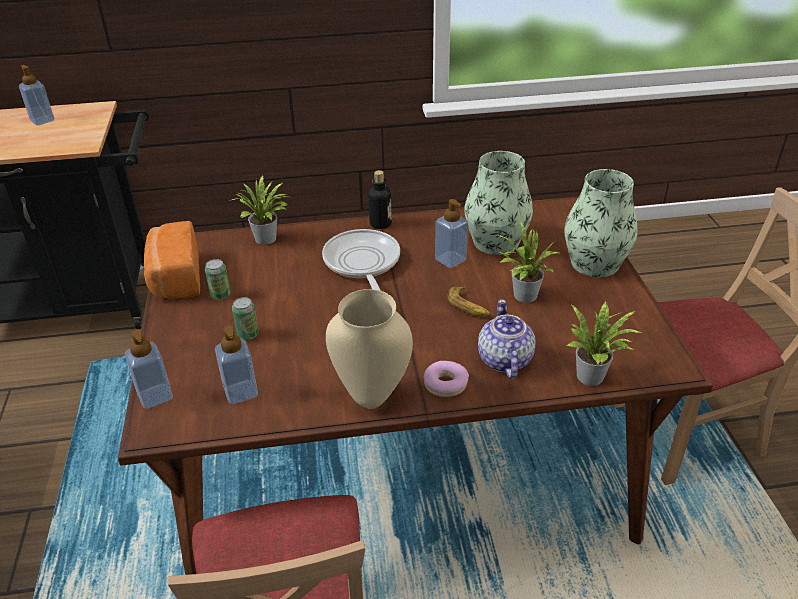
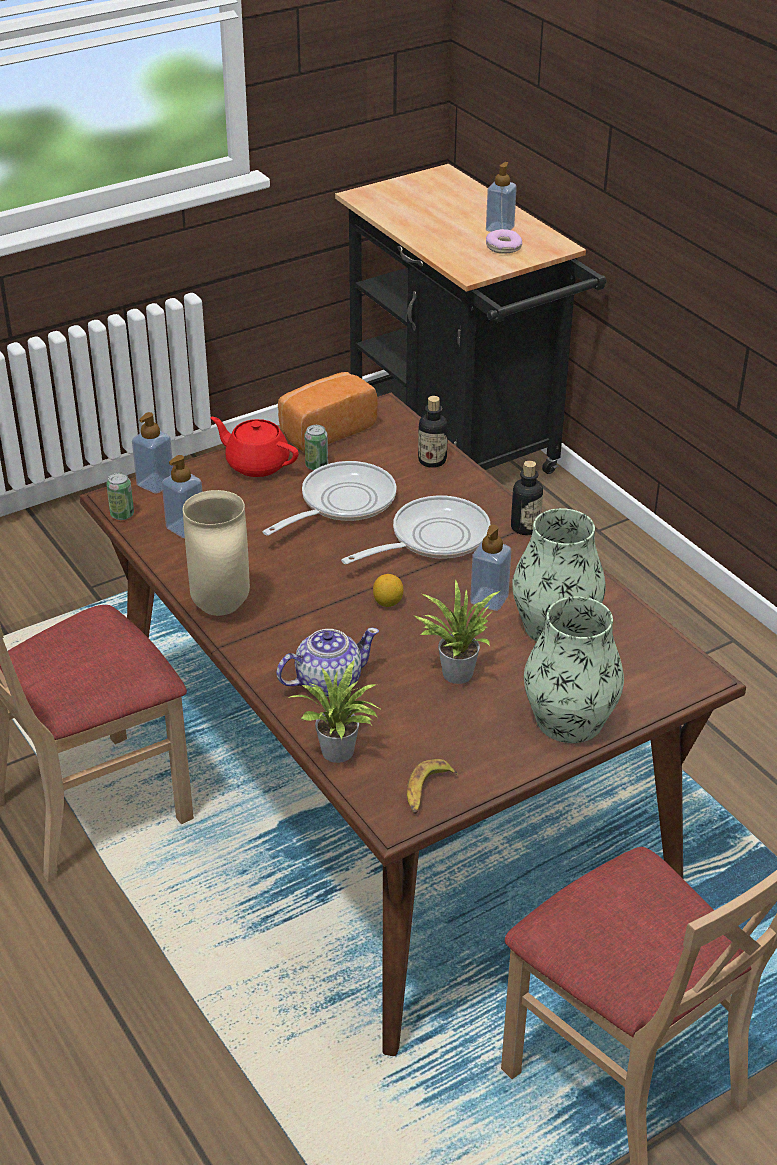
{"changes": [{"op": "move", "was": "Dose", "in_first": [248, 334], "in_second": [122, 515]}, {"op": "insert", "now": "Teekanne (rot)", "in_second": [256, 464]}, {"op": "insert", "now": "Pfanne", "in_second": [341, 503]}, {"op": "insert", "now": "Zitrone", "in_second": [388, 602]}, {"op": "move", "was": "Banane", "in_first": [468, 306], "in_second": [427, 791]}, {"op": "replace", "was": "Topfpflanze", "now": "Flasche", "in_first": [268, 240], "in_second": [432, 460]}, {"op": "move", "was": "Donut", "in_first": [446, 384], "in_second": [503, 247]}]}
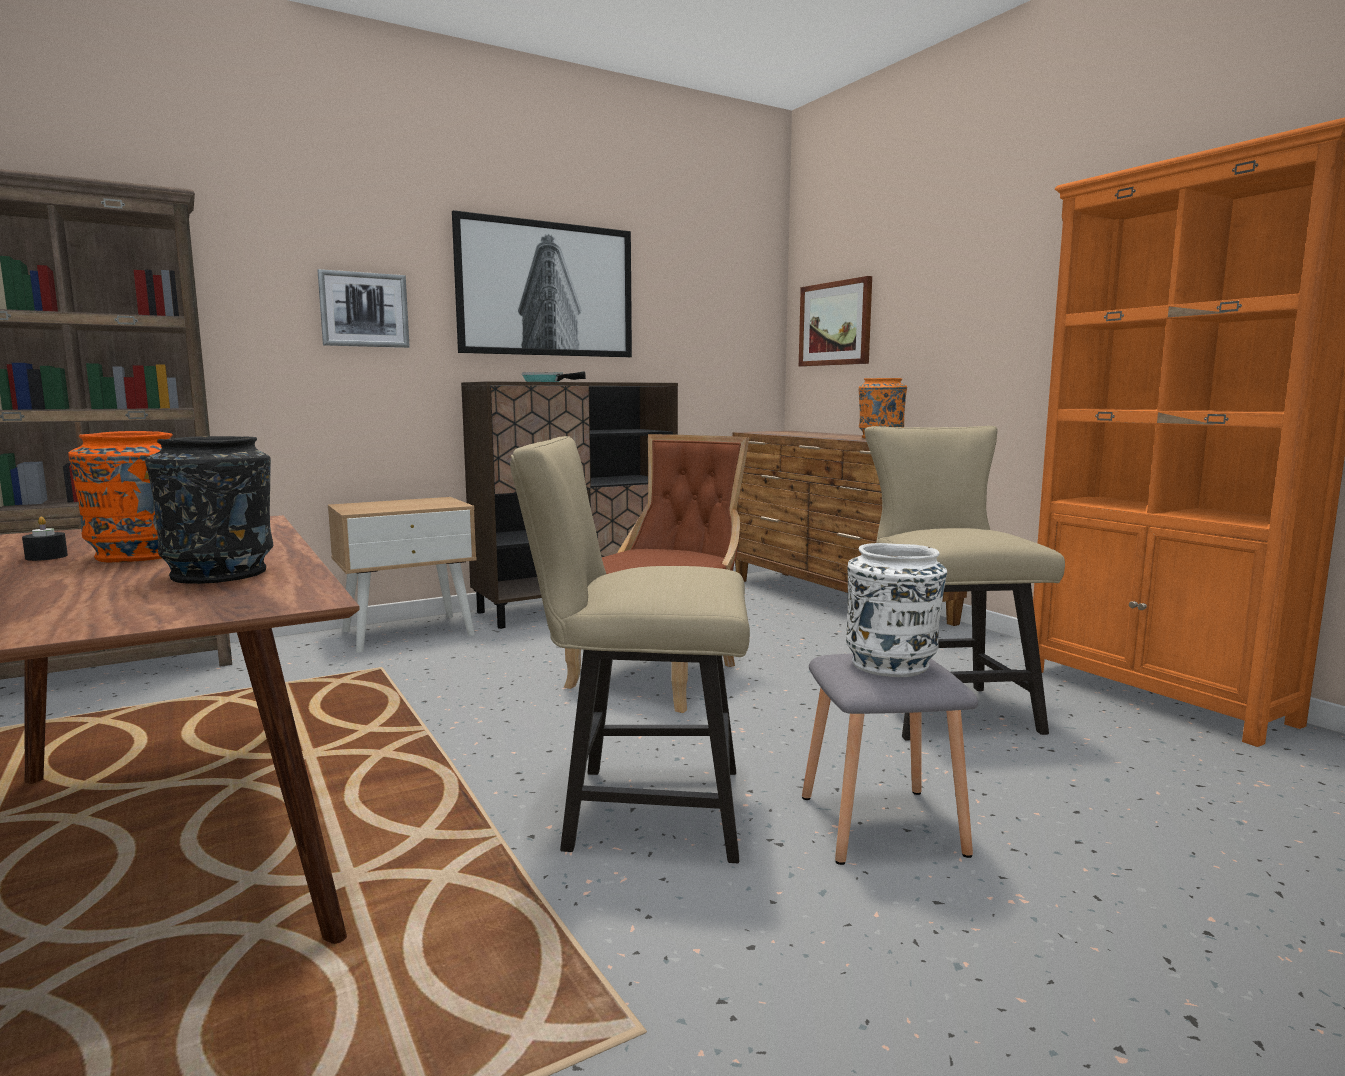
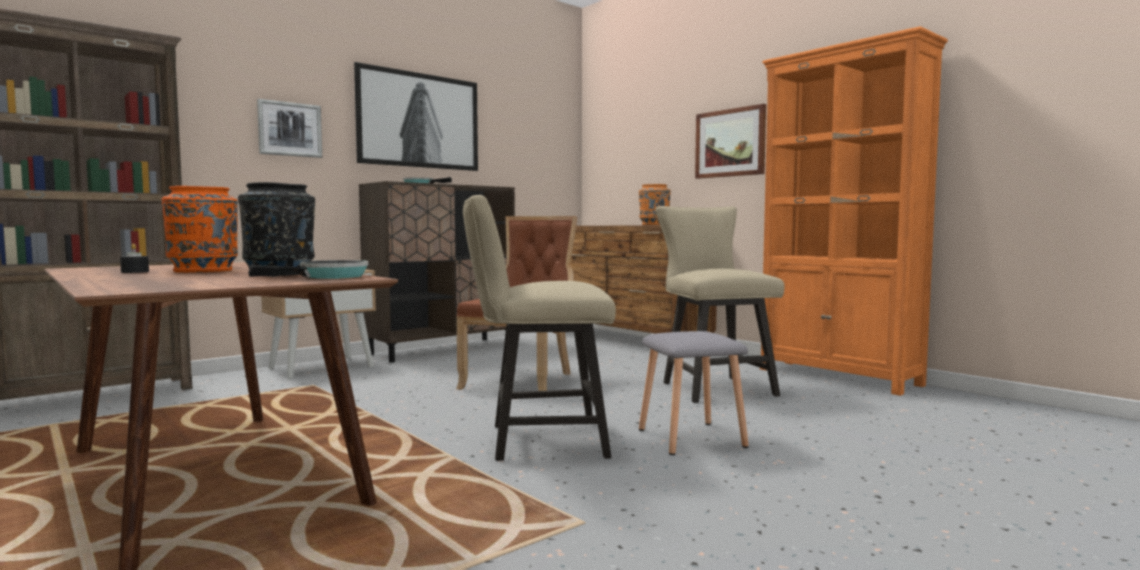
{"changes": [{"op": "insert", "now": "Pfanne", "in_second": [329, 277]}, {"op": "move", "was": "Bild", "in_first": [835, 324], "in_second": [730, 143]}, {"op": "delete", "was": "Vase (weiß)", "in_first": [892, 665]}]}
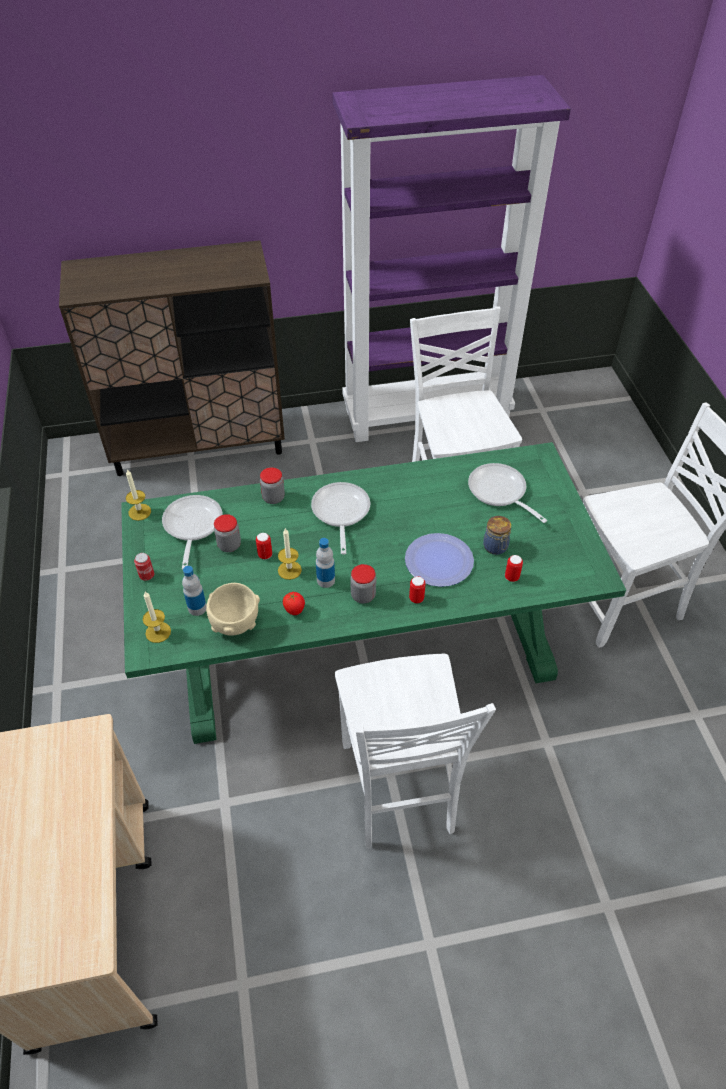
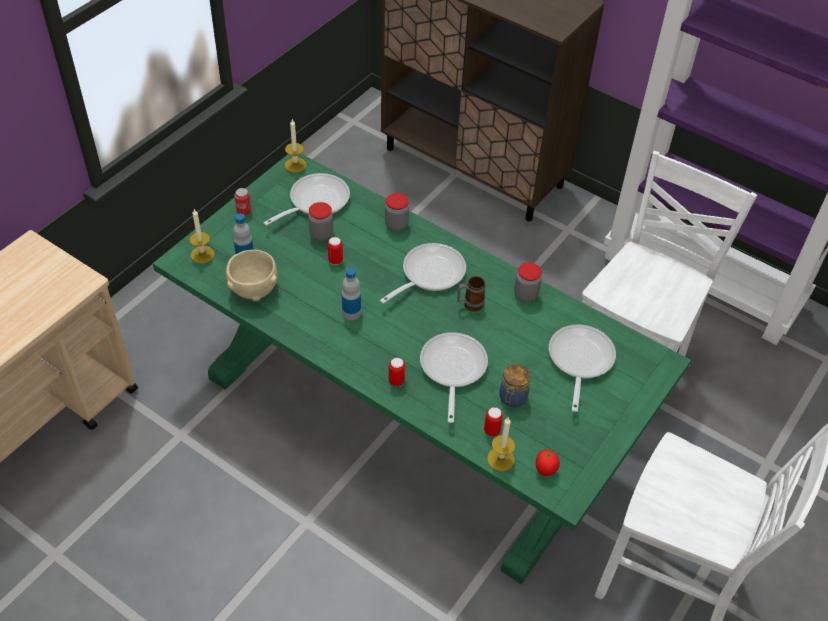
{"changes": [{"op": "replace", "was": "Teller", "now": "Pfanne", "in_first": [439, 561], "in_second": [452, 370]}, {"op": "insert", "now": "Henkelbecher", "in_second": [469, 305]}, {"op": "move", "was": "Kerze", "in_first": [289, 570], "in_second": [500, 459]}, {"op": "move", "was": "Vorratsglas", "in_first": [363, 595], "in_second": [525, 295]}, {"op": "move", "was": "Tomate", "in_first": [294, 610], "in_second": [545, 470]}, {"op": "delete", "was": "Stuhl (weiß)", "in_first": [399, 789]}]}
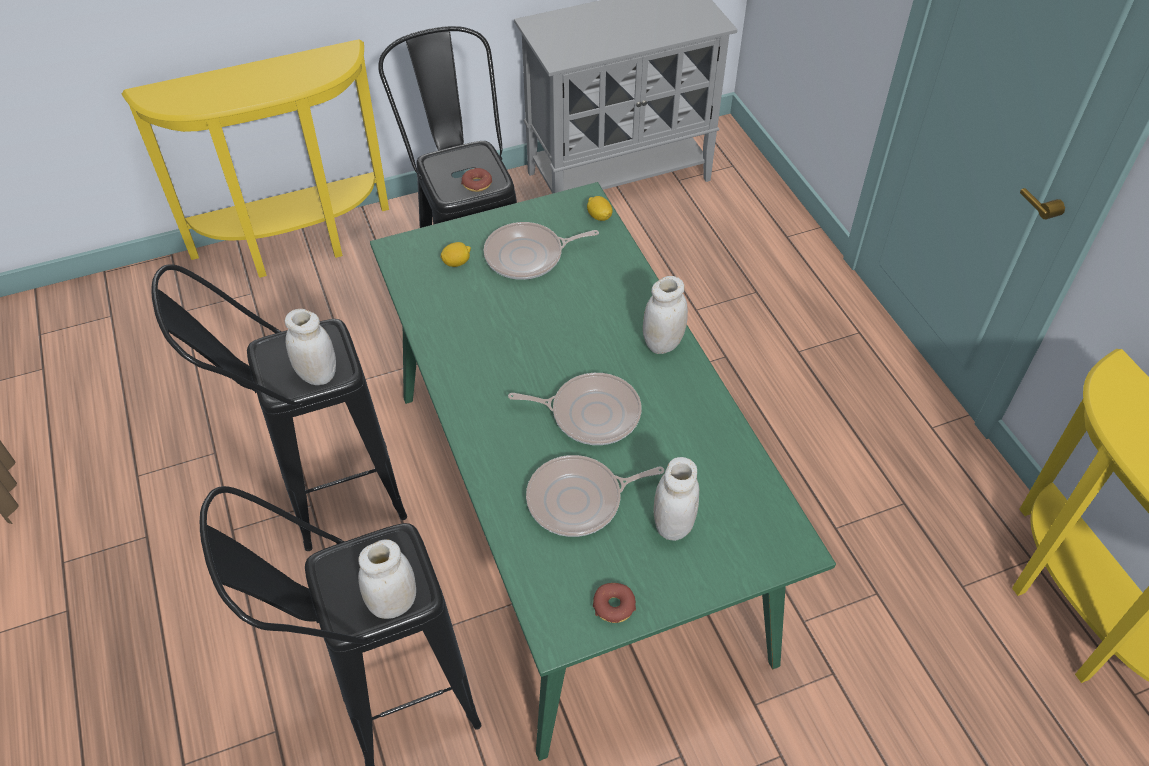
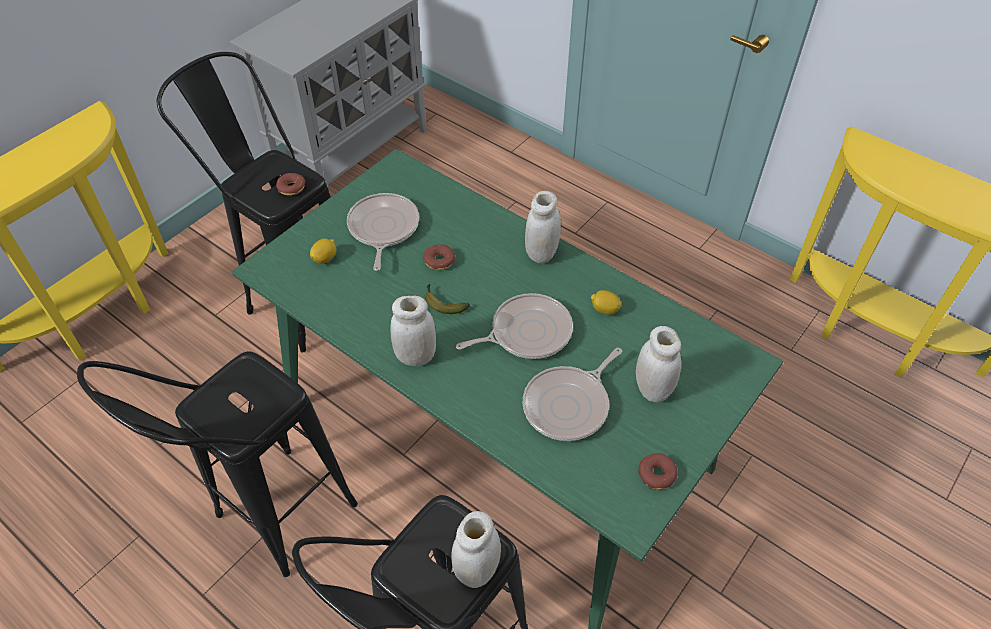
{"changes": [{"op": "rotate", "was": "Pfanne", "in_first": [528, 256], "in_second": [383, 229], "clockwise": 135}, {"op": "move", "was": "Vorratsglas (weiß)", "in_first": [317, 375], "in_second": [415, 356]}, {"op": "insert", "now": "Donut", "in_second": [439, 261]}, {"op": "insert", "now": "Banane", "in_second": [442, 303]}, {"op": "move", "was": "Zitrone", "in_first": [599, 216], "in_second": [604, 309]}]}
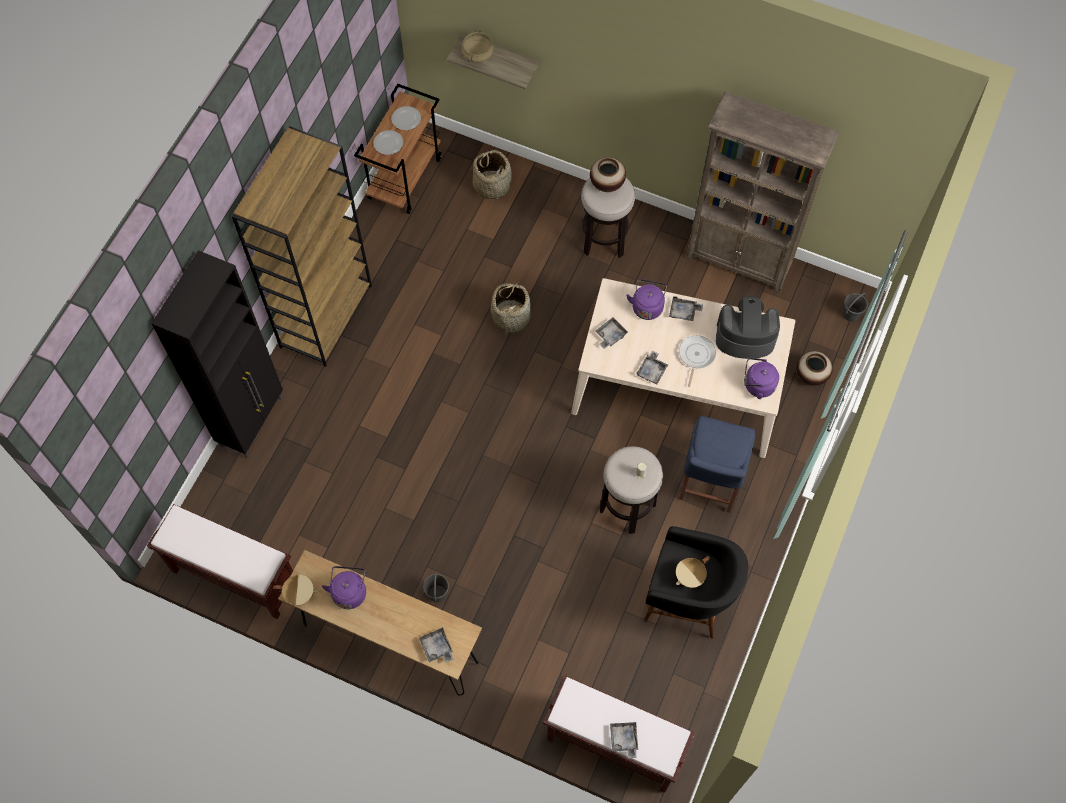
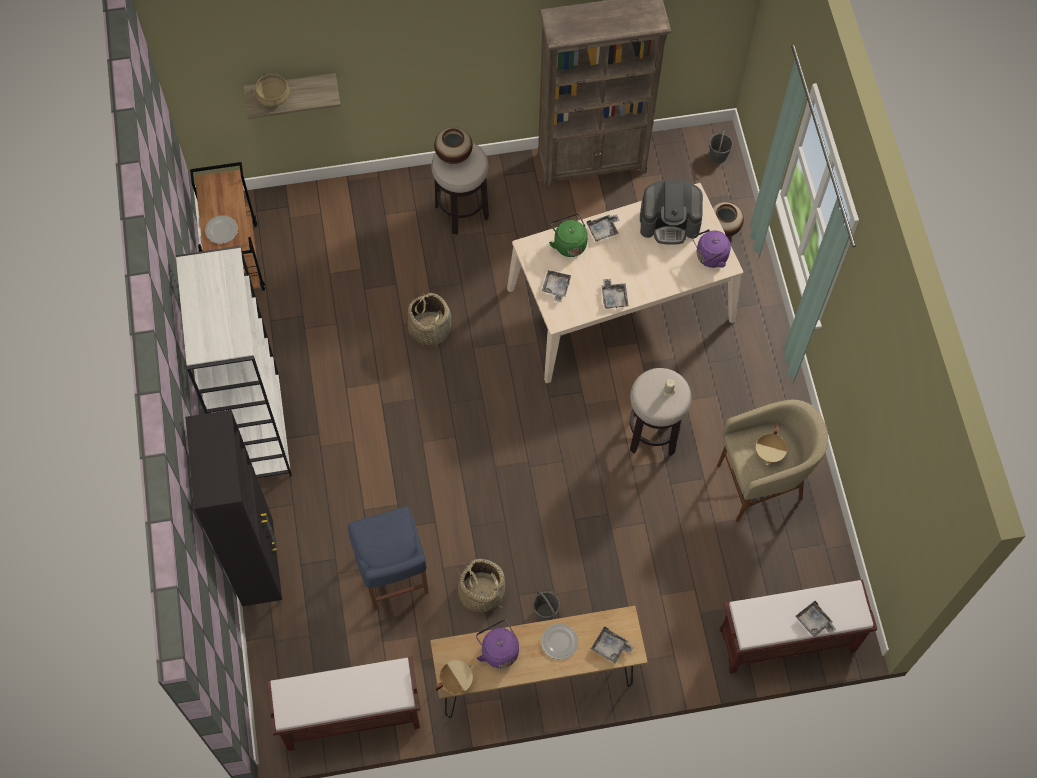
{"changes": [{"op": "recolor", "was": "Bücherregal (braun)", "now": "Bücherregal (weiß)", "in_first": [326, 315], "in_second": [256, 429]}, {"op": "move", "was": "Stuhl (blau)", "in_first": [709, 484], "in_second": [393, 578]}, {"op": "move", "was": "Korb", "in_first": [492, 185], "in_second": [481, 592]}, {"op": "move", "was": "Teller", "in_first": [406, 119], "in_second": [559, 641]}, {"op": "recolor", "was": "Wasserkessel (lila)", "now": "Wasserkessel (grün)", "in_first": [647, 306], "in_second": [568, 243]}, {"op": "rotate", "was": "Kaffeemaschine", "in_first": [744, 337], "in_second": [669, 222], "clockwise": -150}, {"op": "recolor", "was": "Hocker (schwarz)", "now": "Hocker (beige)", "in_first": [686, 604], "in_second": [760, 485]}, {"op": "delete", "was": "Pfanne", "in_first": [696, 356]}]}
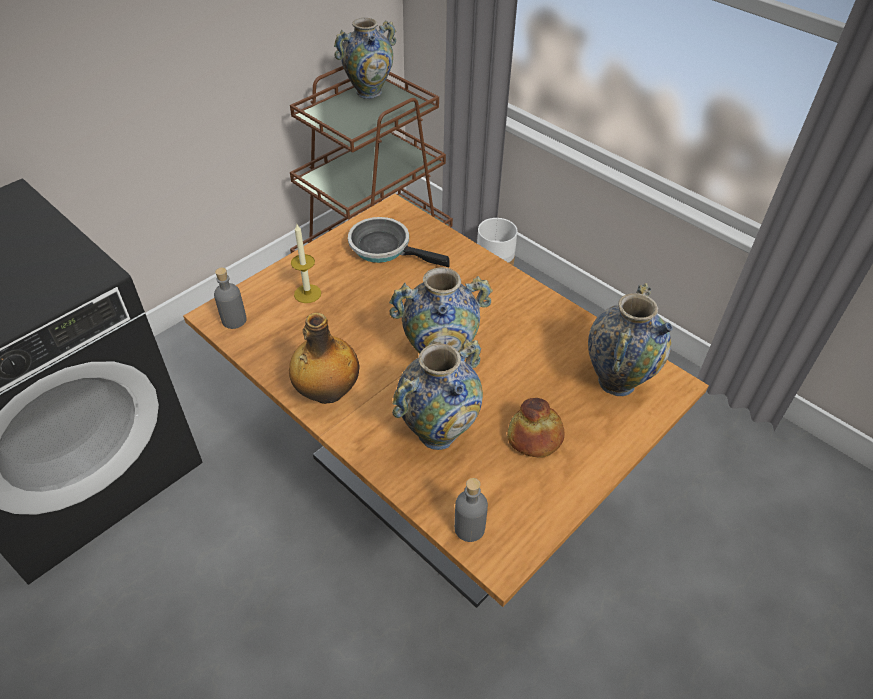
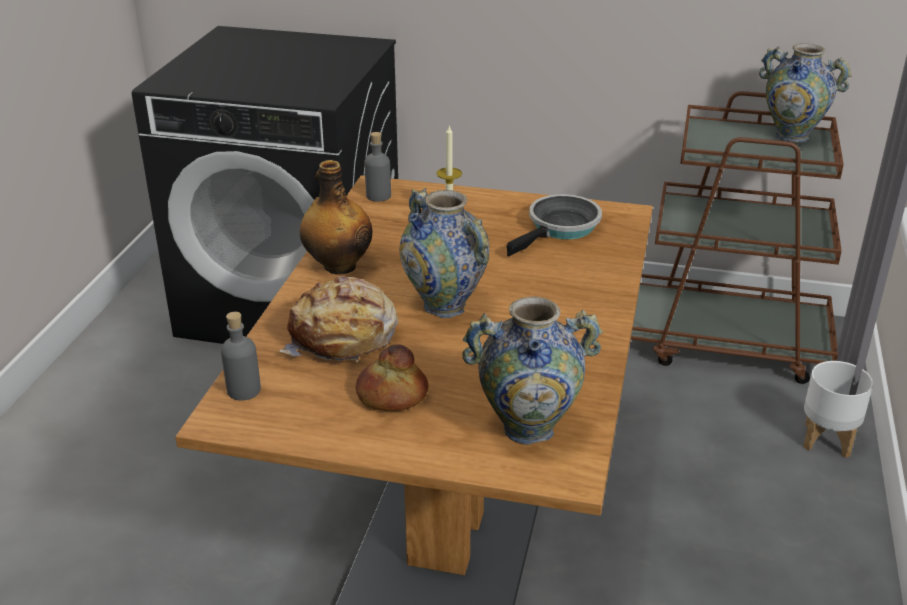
{"changes": [{"op": "replace", "was": "Vase", "now": "Brot", "in_first": [438, 433], "in_second": [343, 337]}, {"op": "rotate", "was": "Pfanne", "in_first": [385, 248], "in_second": [560, 228], "clockwise": 45}]}
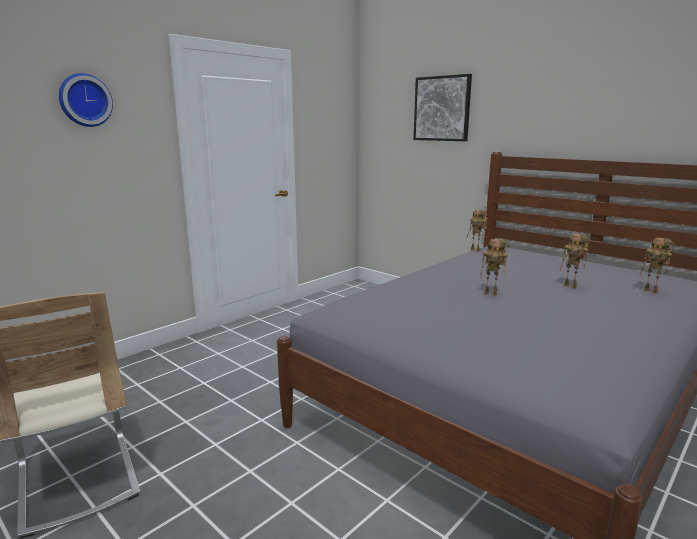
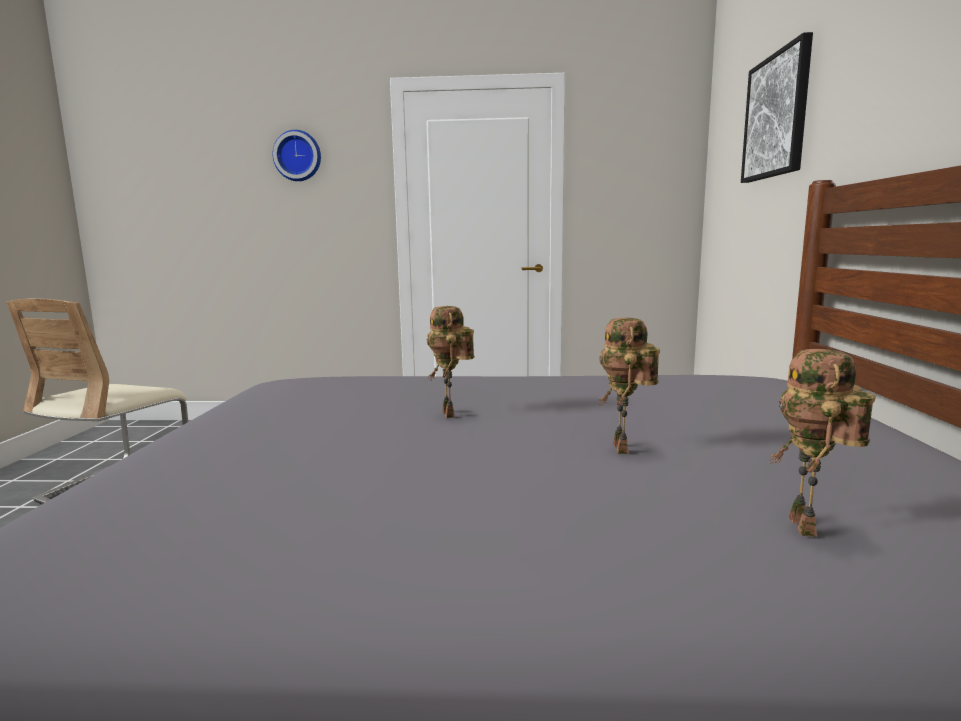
{"changes": [{"op": "delete", "was": "Spielzeugroboter", "in_first": [476, 250]}]}
